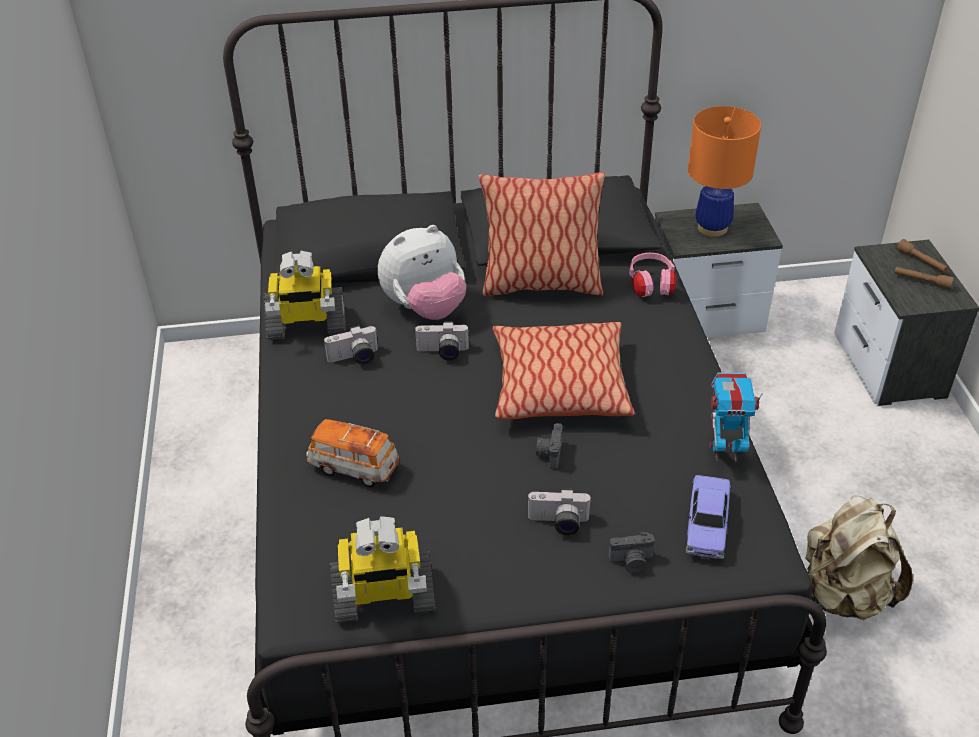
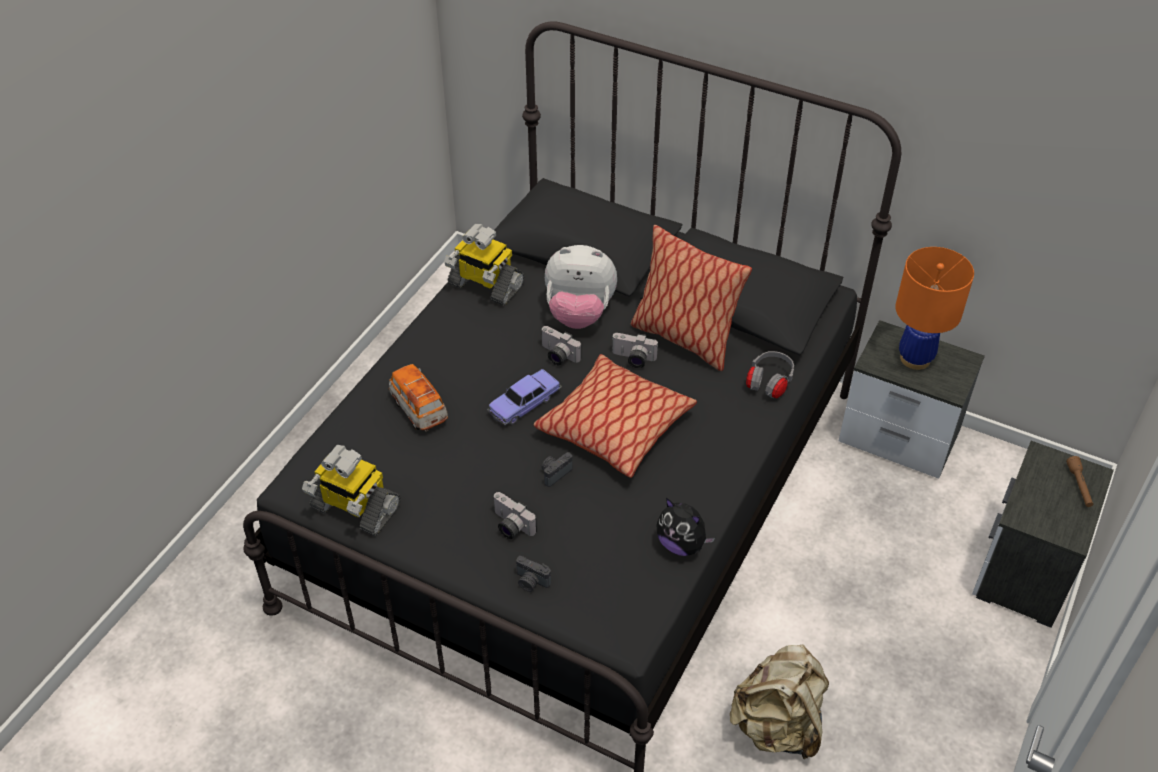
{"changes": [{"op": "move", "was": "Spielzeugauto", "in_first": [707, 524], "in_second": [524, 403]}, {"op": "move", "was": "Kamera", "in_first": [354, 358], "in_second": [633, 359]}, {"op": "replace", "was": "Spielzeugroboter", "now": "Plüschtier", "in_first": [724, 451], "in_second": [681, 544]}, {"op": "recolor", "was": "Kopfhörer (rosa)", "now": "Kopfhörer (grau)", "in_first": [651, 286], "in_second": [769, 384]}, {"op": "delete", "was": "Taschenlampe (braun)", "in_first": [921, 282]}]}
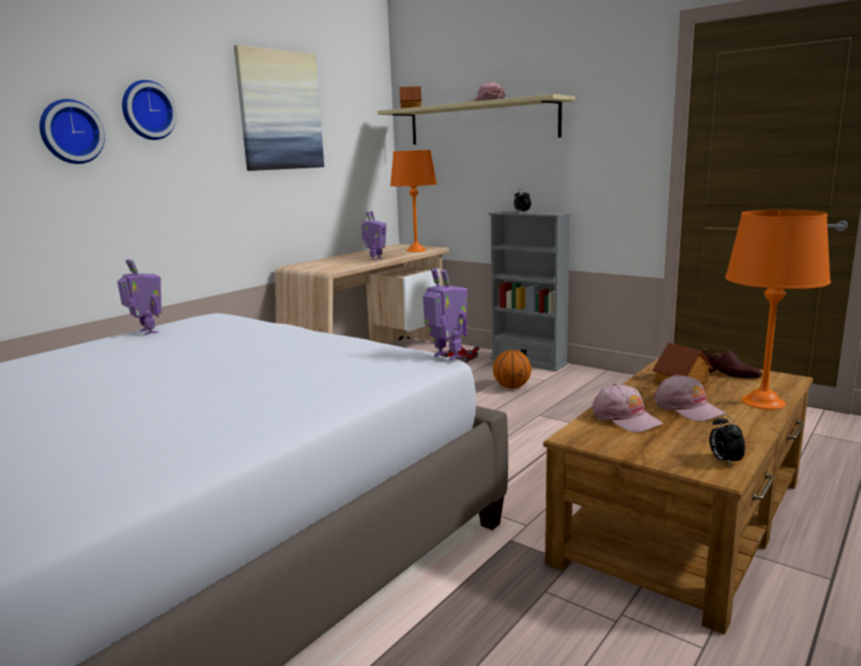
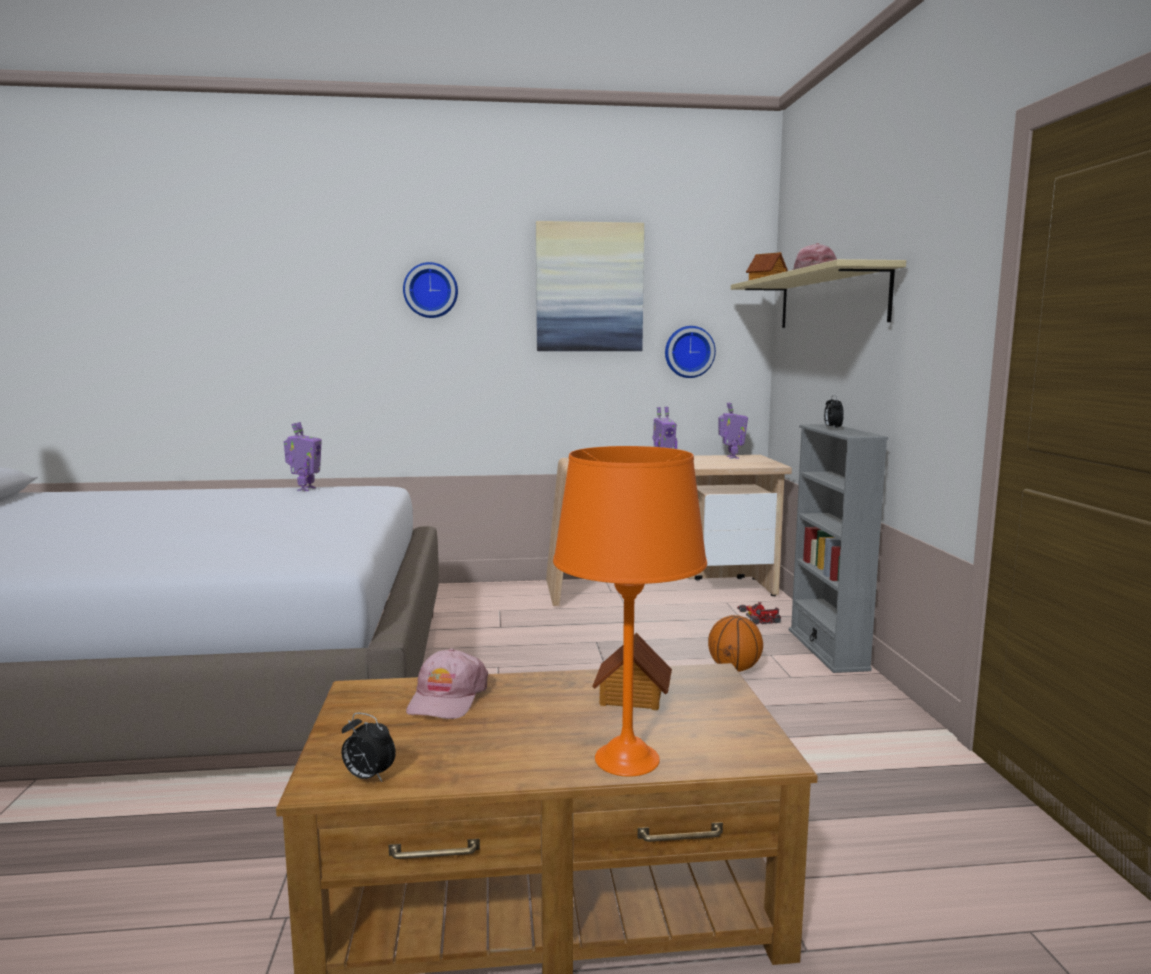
{"changes": [{"op": "rotate", "was": "Wecker", "in_first": [724, 461], "in_second": [368, 777], "clockwise": -105}, {"op": "move", "was": "Wanduhr", "in_first": [70, 132], "in_second": [689, 352]}, {"op": "move", "was": "Spielzeugroboter", "in_first": [446, 356], "in_second": [731, 457]}, {"op": "delete", "was": "Tischlampe (orange)", "in_first": [416, 250]}, {"op": "delete", "was": "Kappe (rosa)", "in_first": [687, 408]}, {"op": "delete", "was": "Schuh (braun)", "in_first": [729, 374]}]}
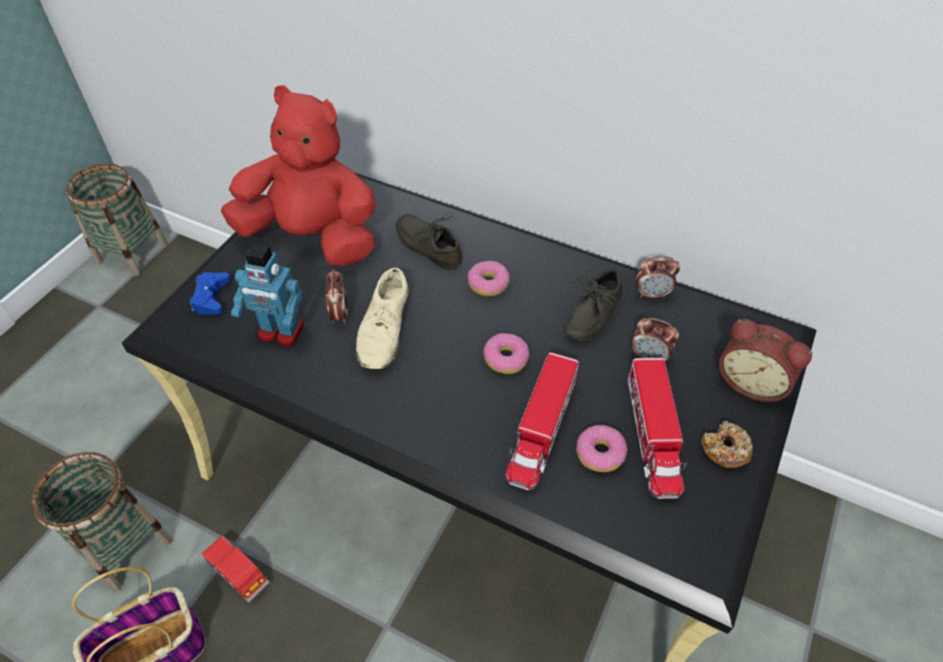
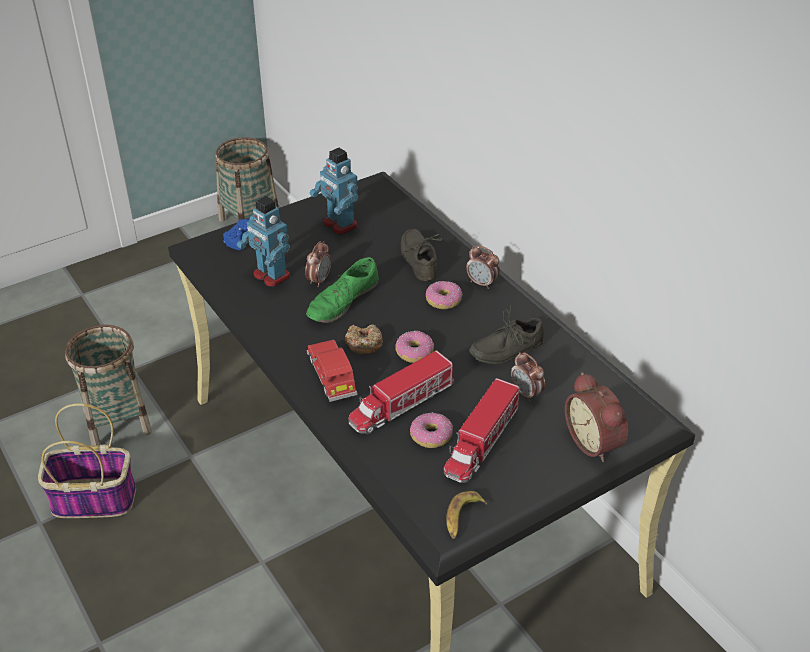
{"changes": [{"op": "recolor", "was": "Schuh (beige)", "now": "Schuh (grün)", "in_first": [384, 329], "in_second": [342, 301]}, {"op": "move", "was": "Spielzeugauto (rot)", "in_first": [237, 572], "in_second": [332, 378]}, {"op": "replace", "was": "Plüschtier (rot)", "now": "Spielzeugroboter", "in_first": [313, 238], "in_second": [339, 225]}, {"op": "move", "was": "Donut", "in_first": [725, 449], "in_second": [364, 344]}, {"op": "insert", "now": "Banane", "in_second": [462, 518]}, {"op": "move", "was": "Wecker", "in_first": [652, 294], "in_second": [482, 283]}]}
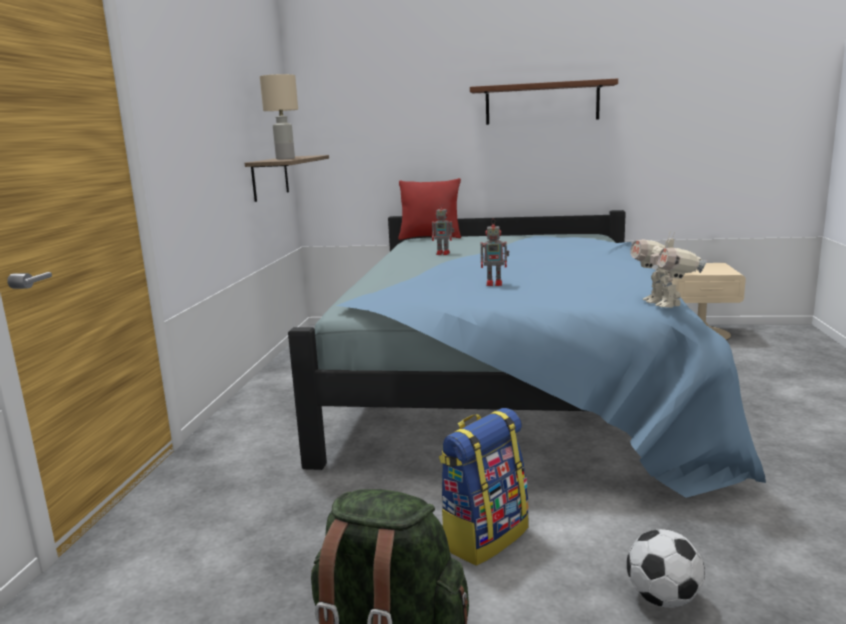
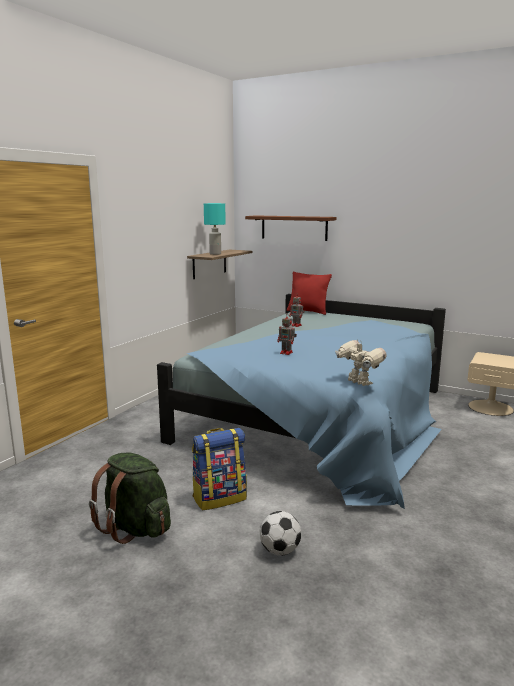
{"changes": [{"op": "recolor", "was": "Tischlampe (beige)", "now": "Tischlampe (türkis)", "in_first": [285, 159], "in_second": [215, 254]}, {"op": "move", "was": "Wandregal (braun)", "in_first": [542, 103], "in_second": [294, 227]}, {"op": "rotate", "was": "Spielzeugroboter", "in_first": [664, 304], "in_second": [358, 383], "clockwise": 135}]}
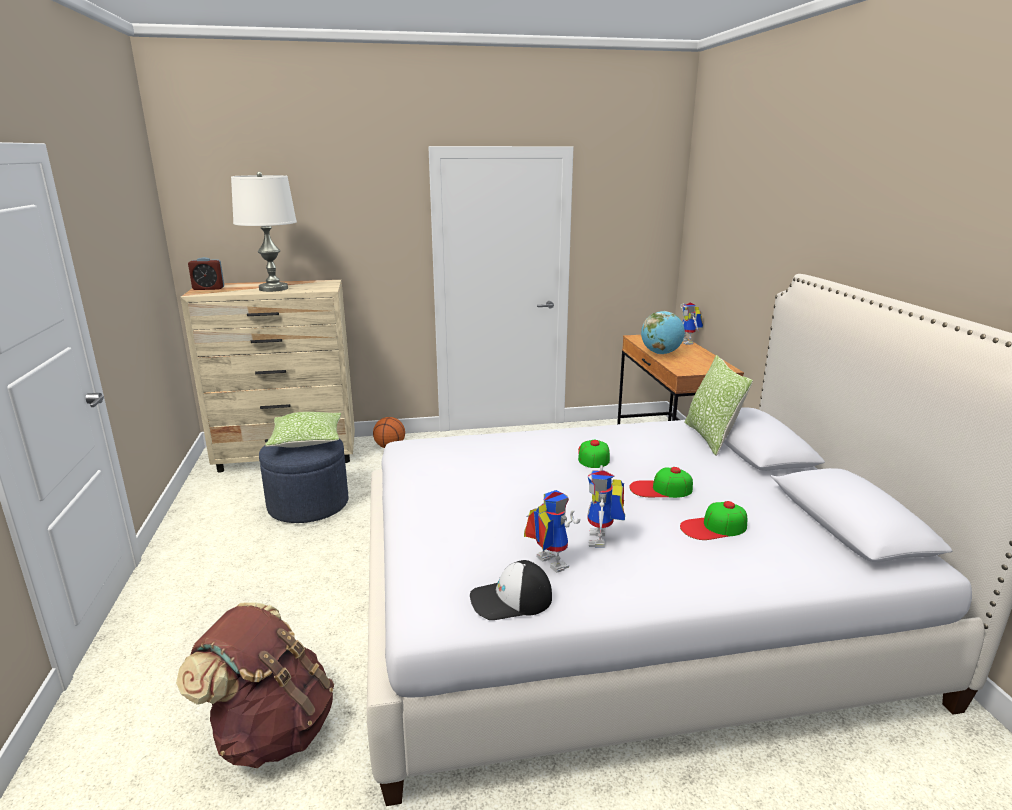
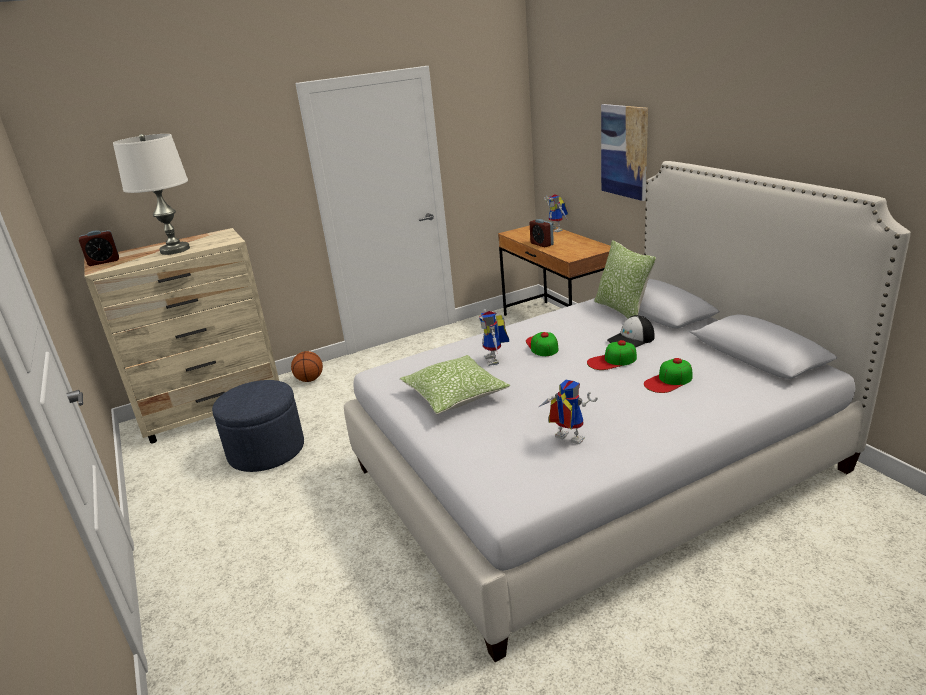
{"changes": [{"op": "move", "was": "Kissen", "in_first": [306, 440], "in_second": [455, 395]}, {"op": "move", "was": "Spielzeugroboter", "in_first": [603, 541], "in_second": [496, 360]}, {"op": "replace", "was": "Globus", "now": "Wecker", "in_first": [661, 353], "in_second": [542, 244]}, {"op": "insert", "now": "Bild", "in_second": [624, 151]}, {"op": "move", "was": "Kappe", "in_first": [511, 600], "in_second": [631, 339]}, {"op": "delete", "was": "Rucksack (braun)", "in_first": [271, 731]}]}
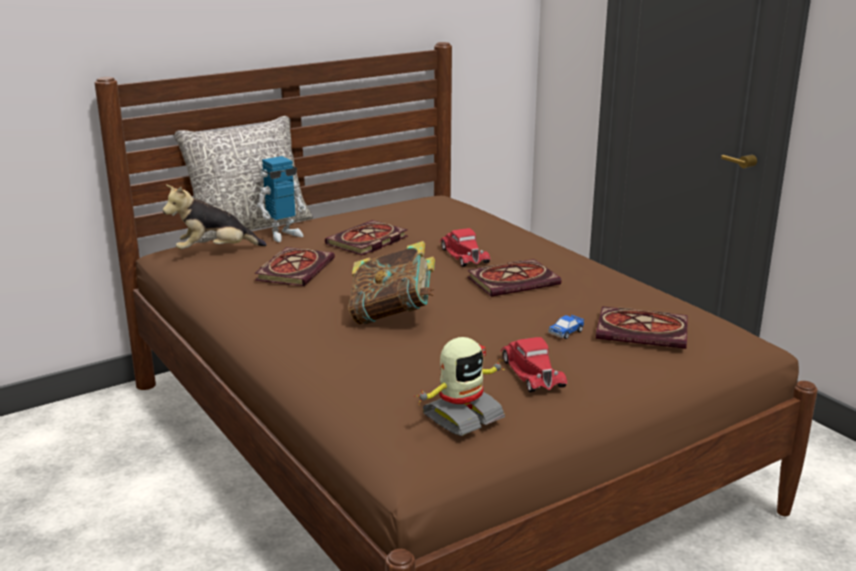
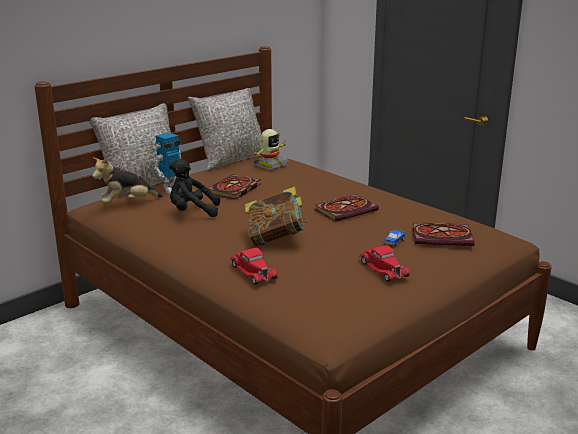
{"changes": [{"op": "replace", "was": "Buch", "now": "Plüschtier (schwarz)", "in_first": [294, 269], "in_second": [192, 212]}, {"op": "insert", "now": "Kissen (grau)", "in_second": [231, 159]}, {"op": "move", "was": "Spielzeugauto (rot)", "in_first": [463, 255], "in_second": [253, 271]}, {"op": "move", "was": "Spielzeugroboter", "in_first": [461, 416], "in_second": [270, 165]}]}
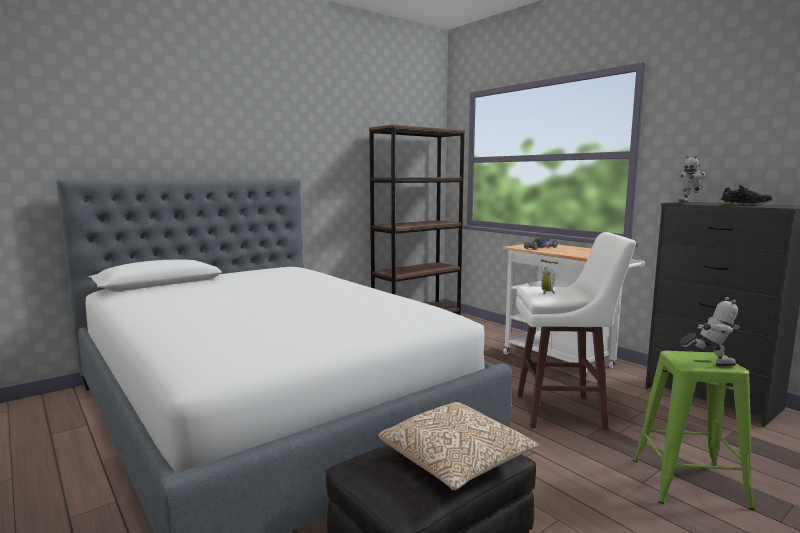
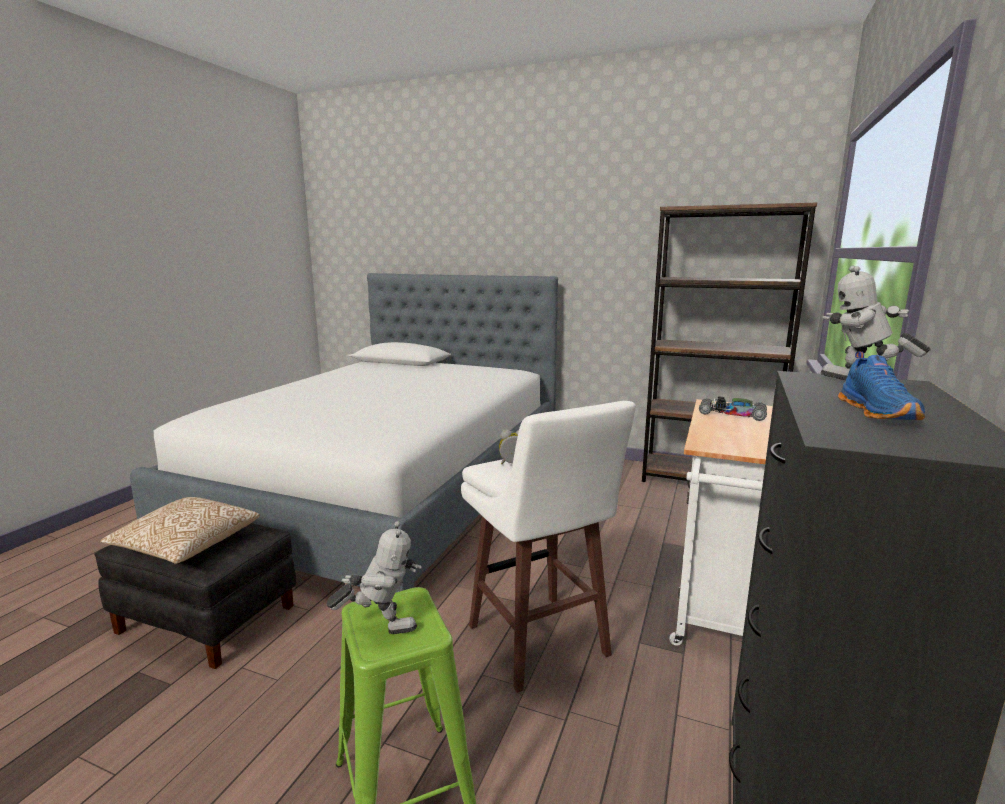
{"changes": [{"op": "rotate", "was": "Spielzeugroboter", "in_first": [709, 363], "in_second": [381, 628], "clockwise": -75}, {"op": "recolor", "was": "Schuh (schwarz)", "now": "Schuh (blau)", "in_first": [745, 204], "in_second": [879, 412]}]}
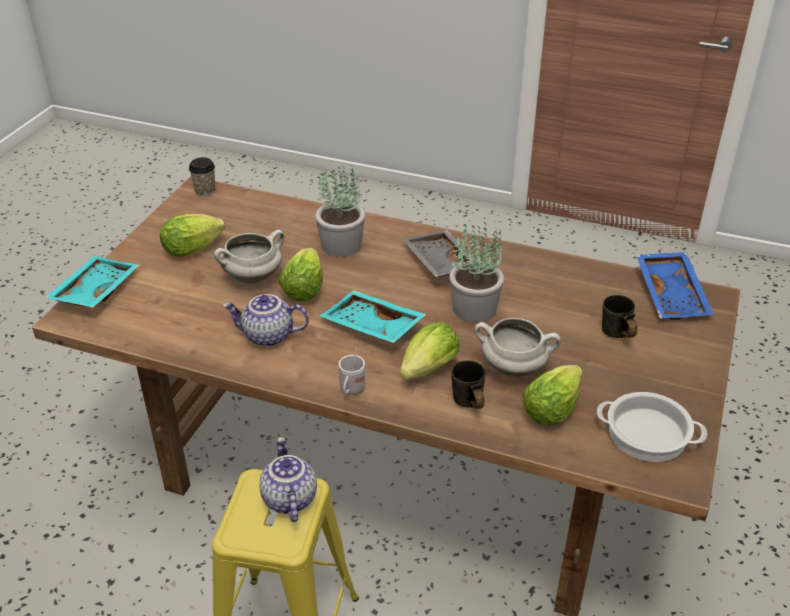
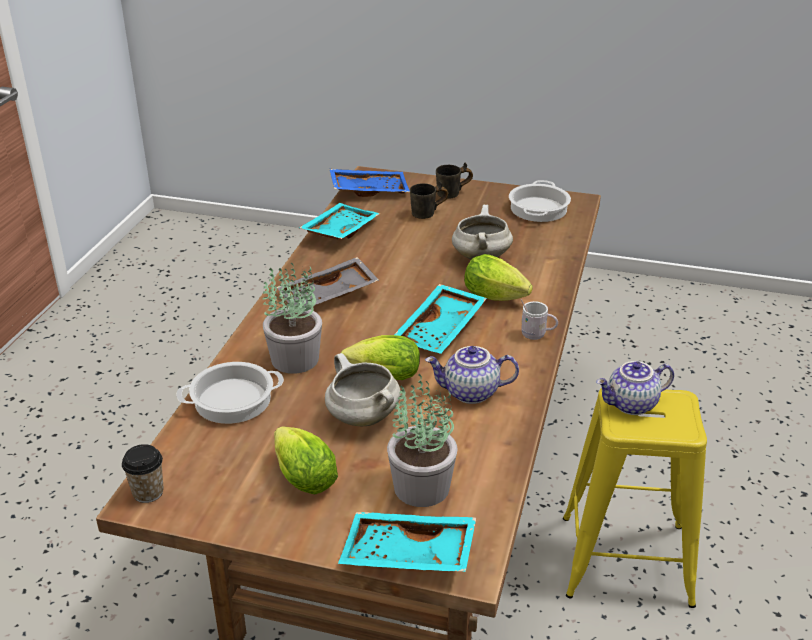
{"changes": [{"op": "insert", "now": "Kochtopf", "in_second": [233, 399]}, {"op": "insert", "now": "Tablett (türkis)", "in_second": [339, 231]}, {"op": "move", "was": "Topfpflanze", "in_first": [475, 308], "in_second": [420, 486]}, {"op": "rotate", "was": "Teekanne", "in_first": [267, 336], "in_second": [470, 393], "clockwise": 90}, {"op": "move", "was": "Henkelbecher (grau)", "in_first": [466, 405], "in_second": [454, 195]}, {"op": "delete", "was": "Salatkopf", "in_first": [554, 407]}]}
